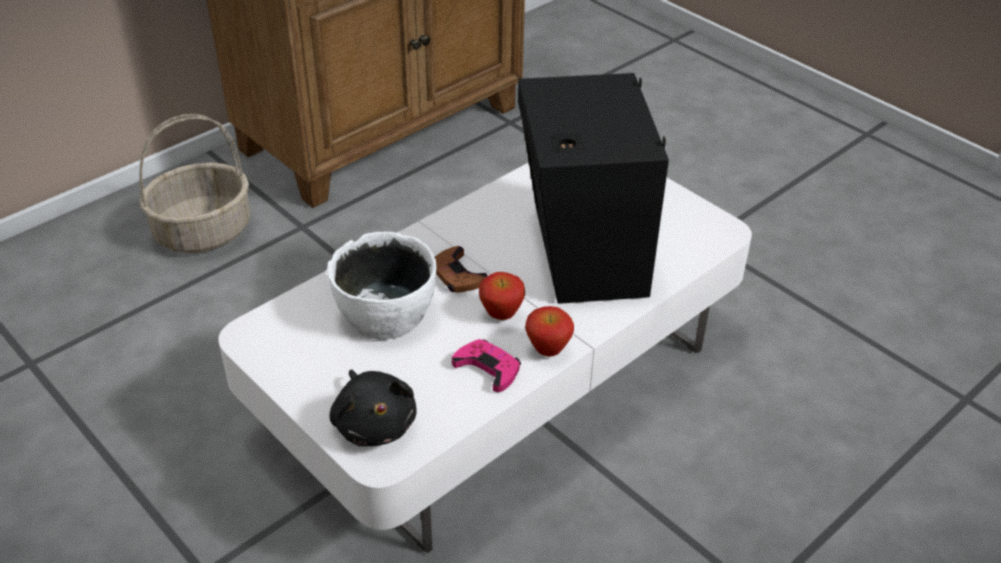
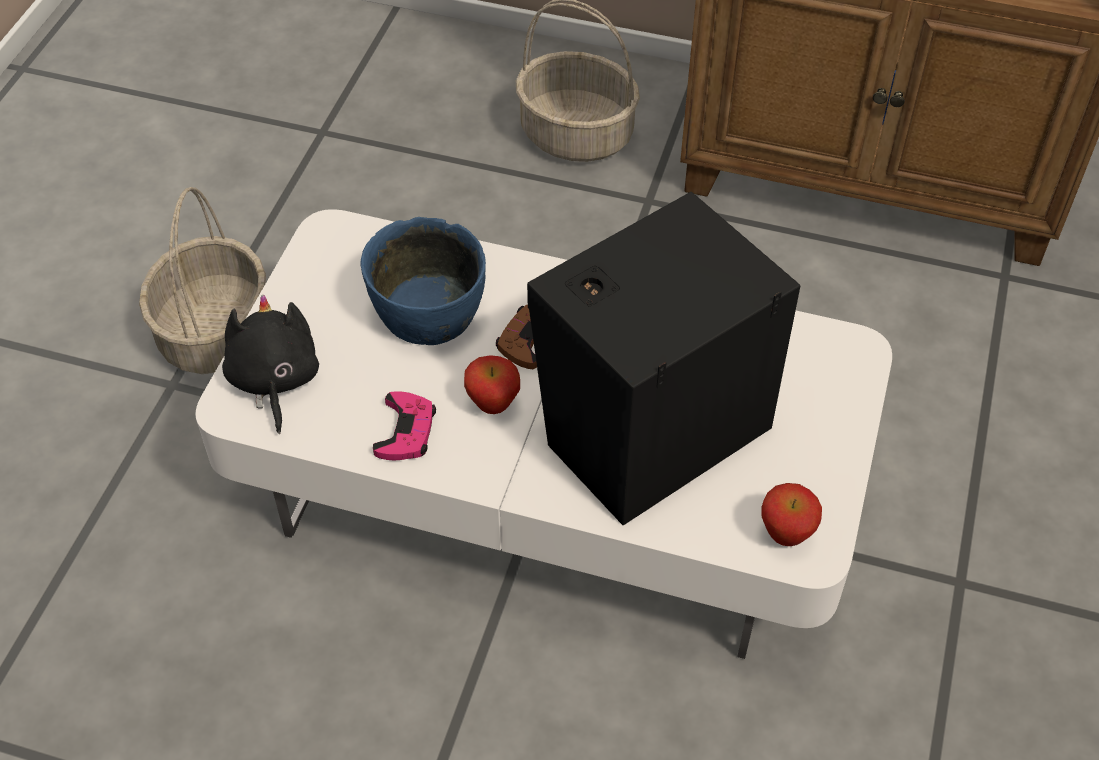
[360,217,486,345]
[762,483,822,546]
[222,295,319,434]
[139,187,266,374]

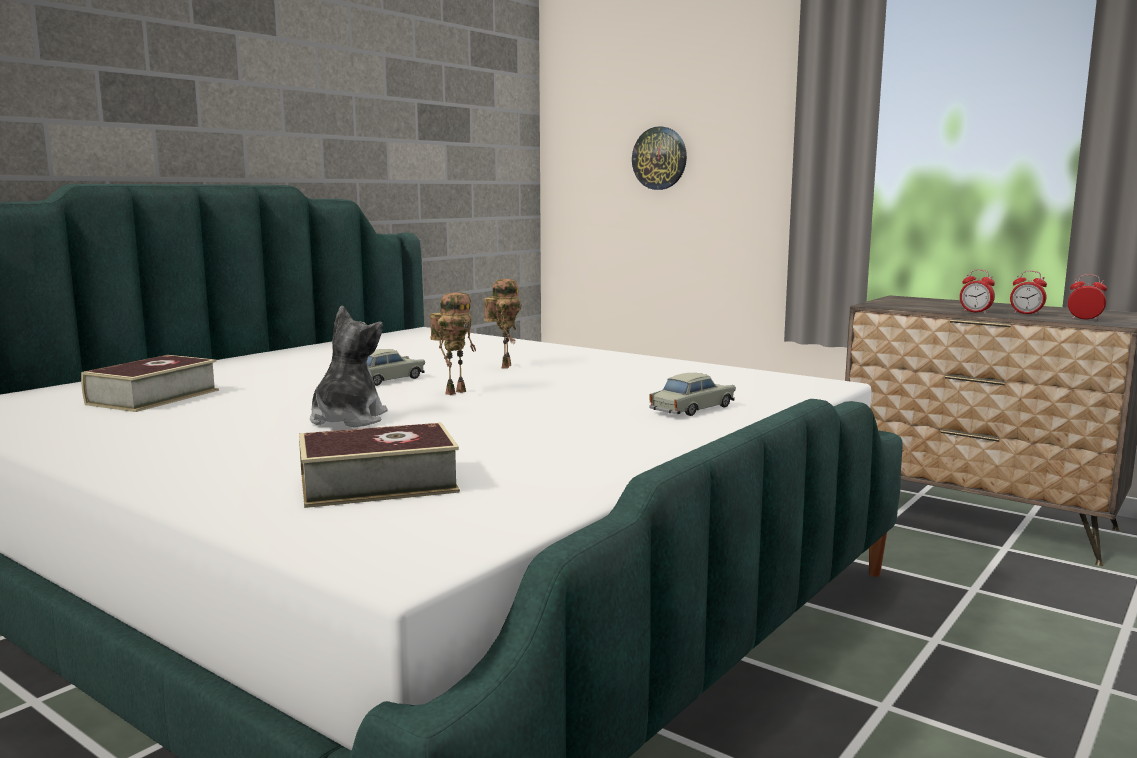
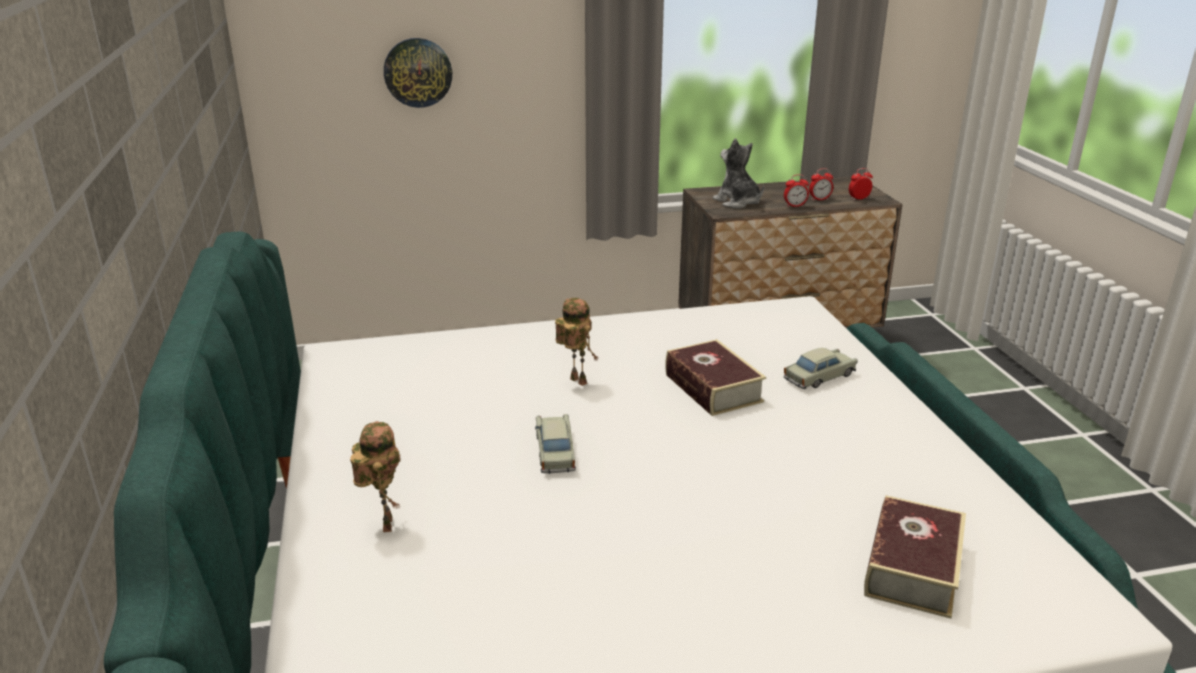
[350,421,400,532]
[713,138,764,208]
[665,339,766,416]
[784,348,858,389]

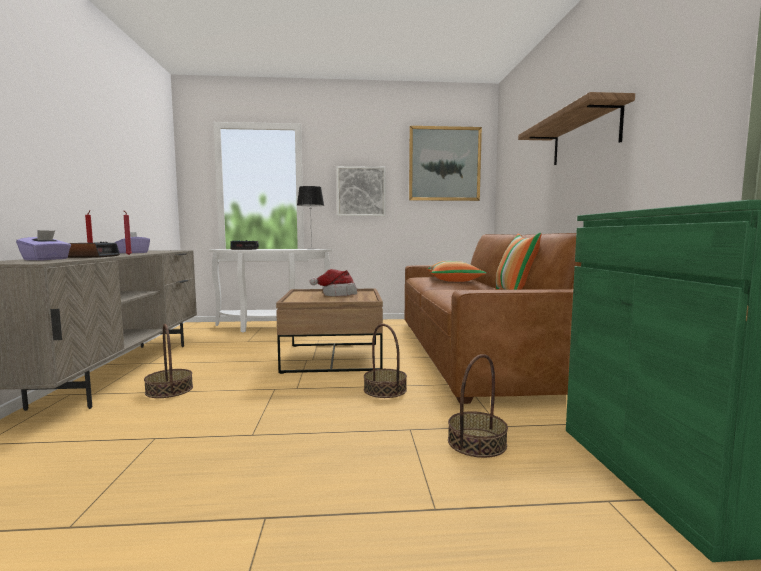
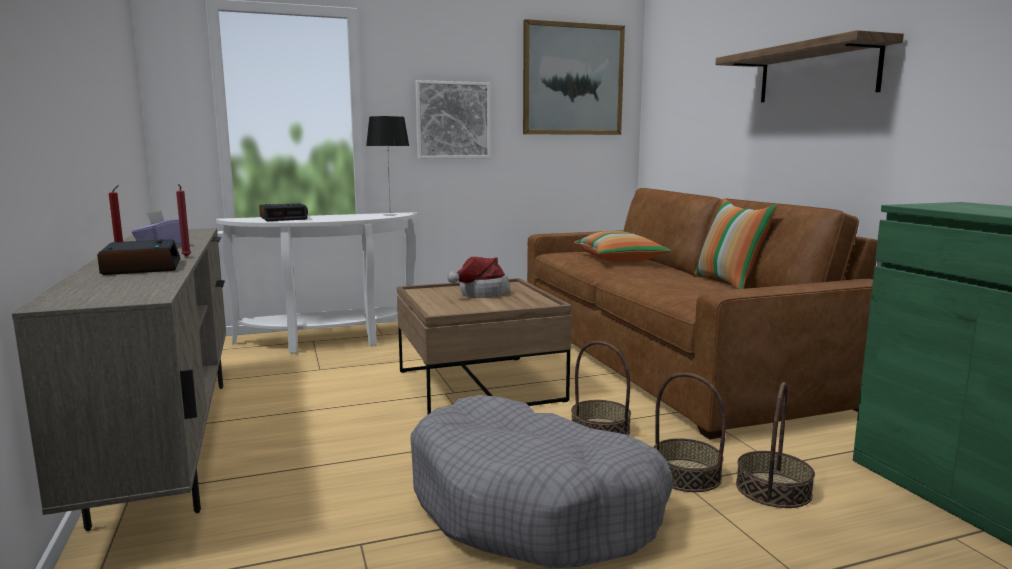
[16,230,71,260] (first image)
[653,373,726,492]
[411,395,673,569]

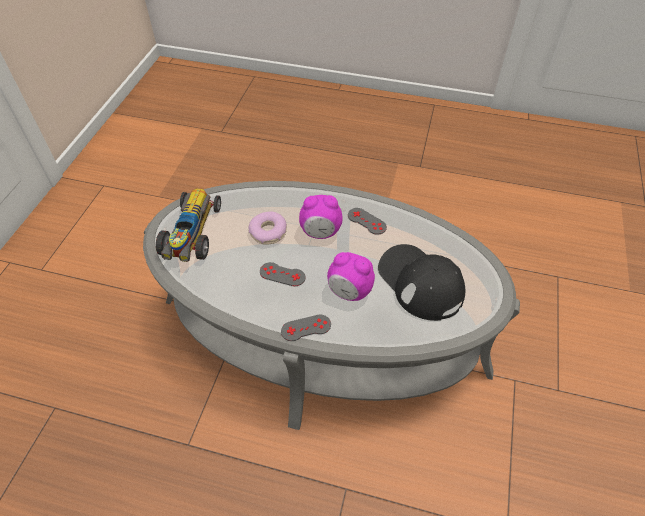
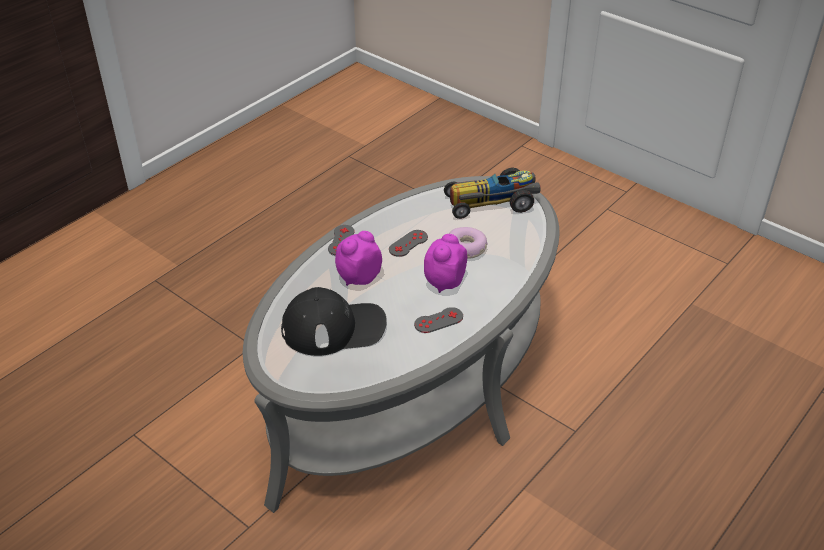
[444,168,541,219]

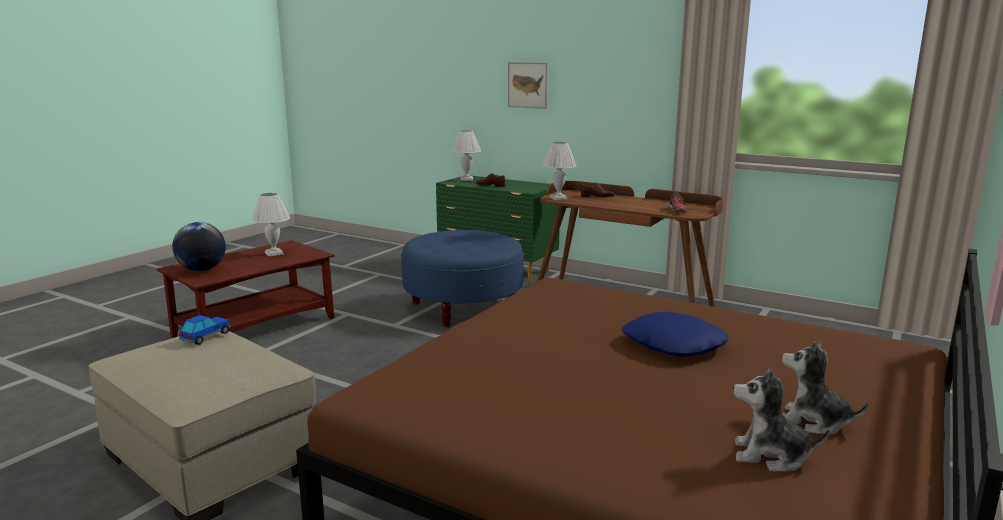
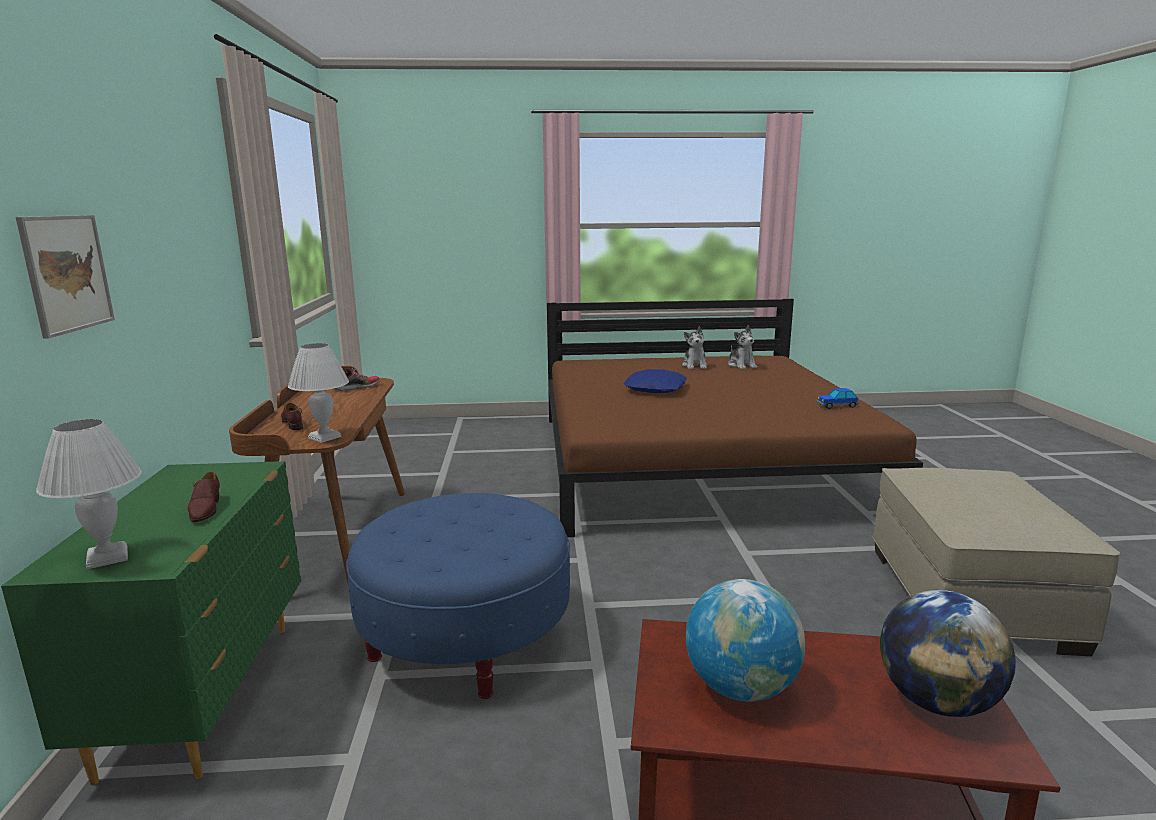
[686,579,805,702]
[817,388,858,409]

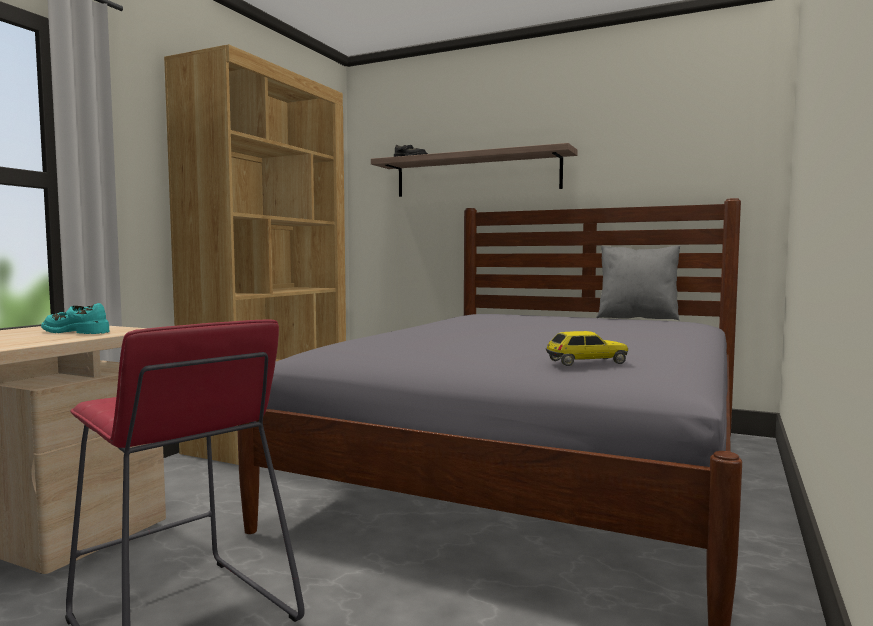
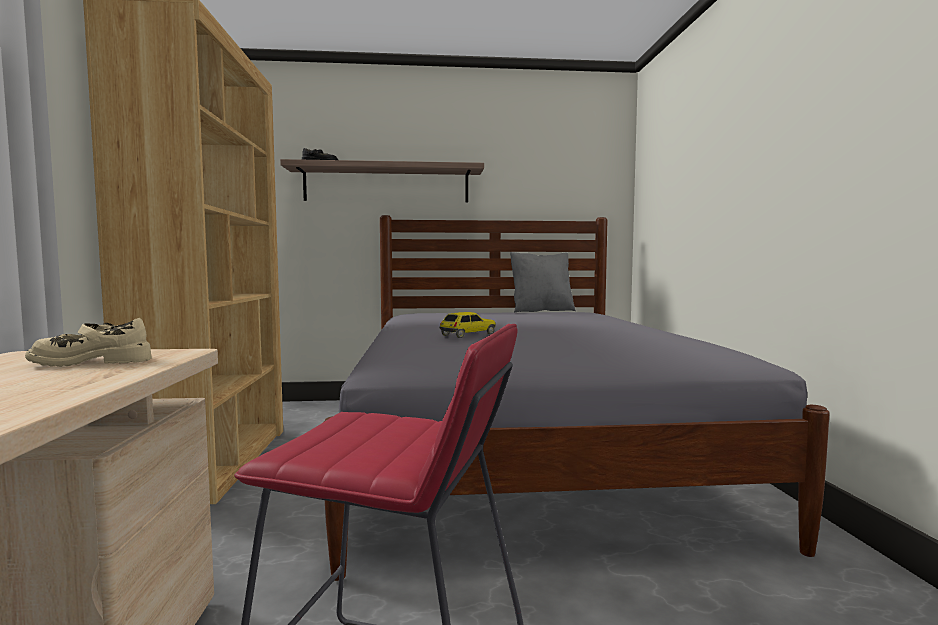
[25,318,152,367]
[439,312,496,338]

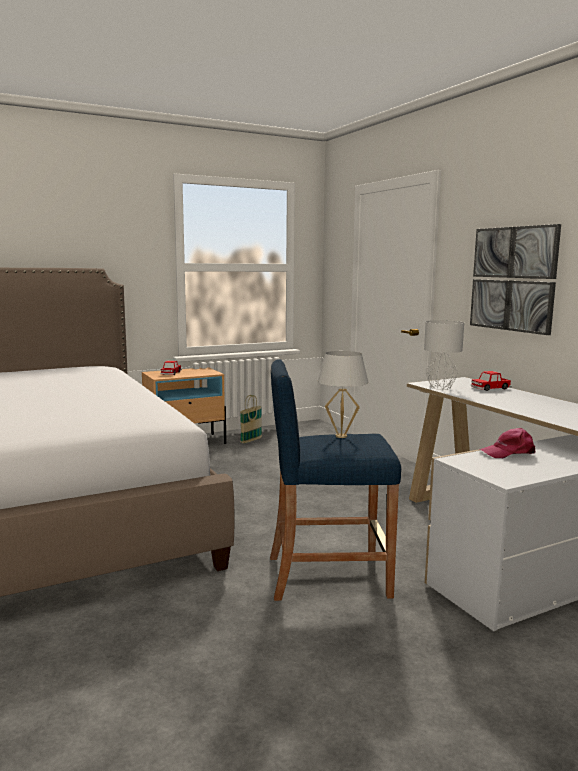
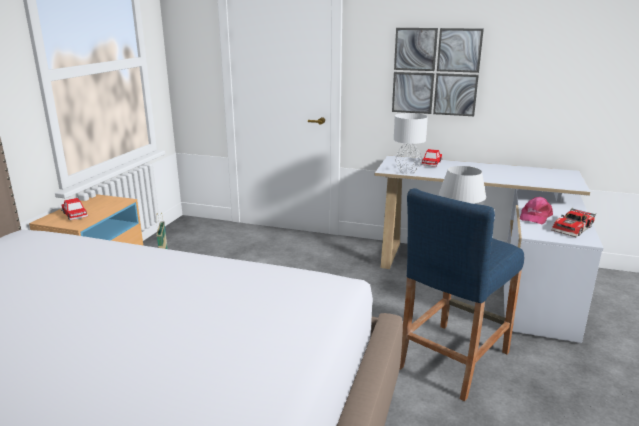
[551,208,596,237]

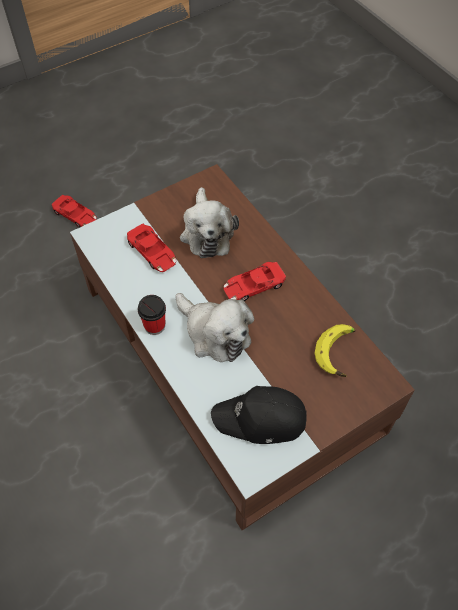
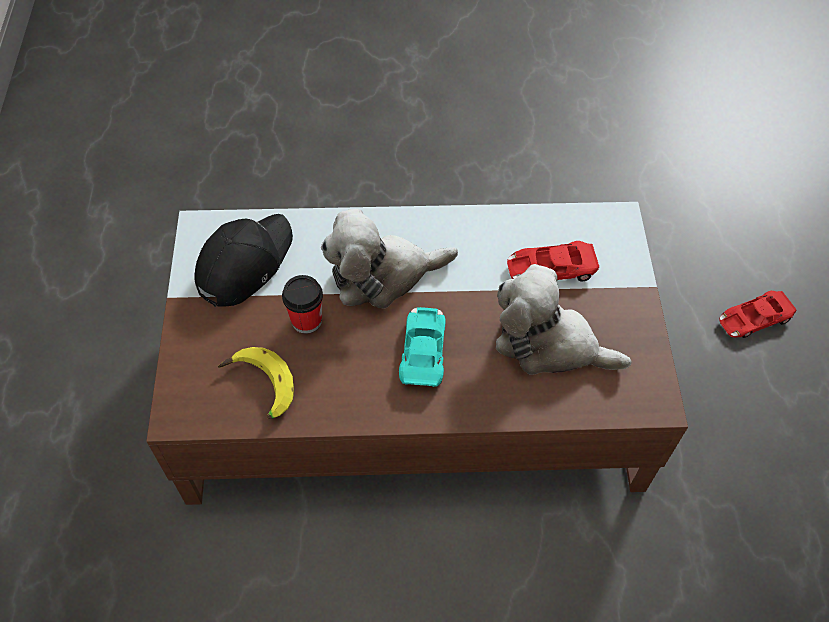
[399,307,446,387]
[282,275,323,334]

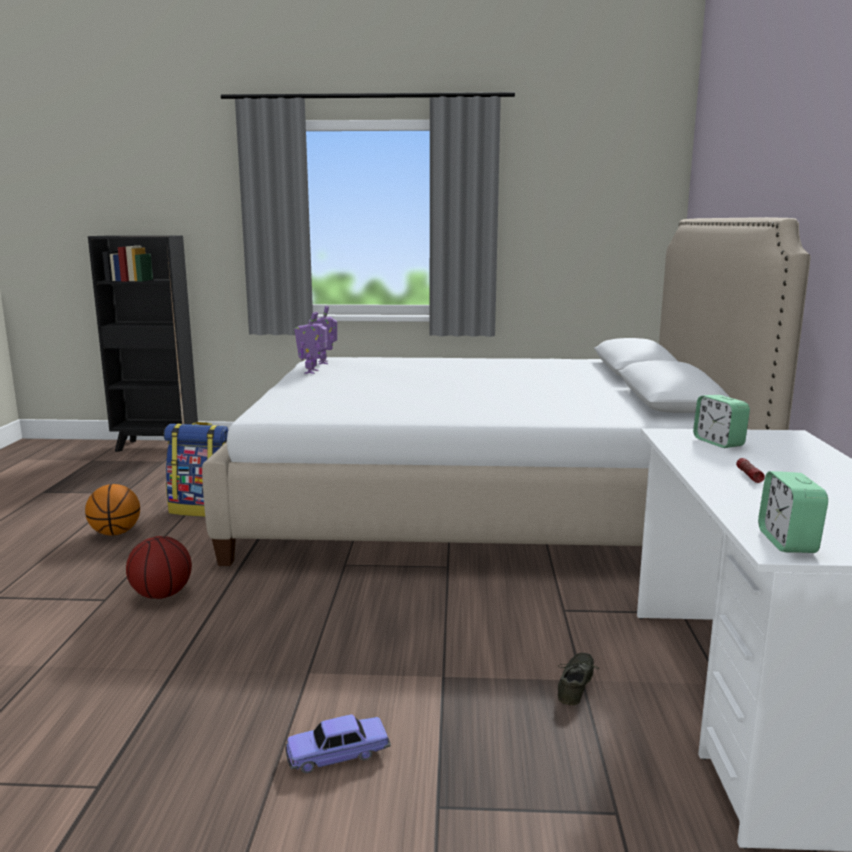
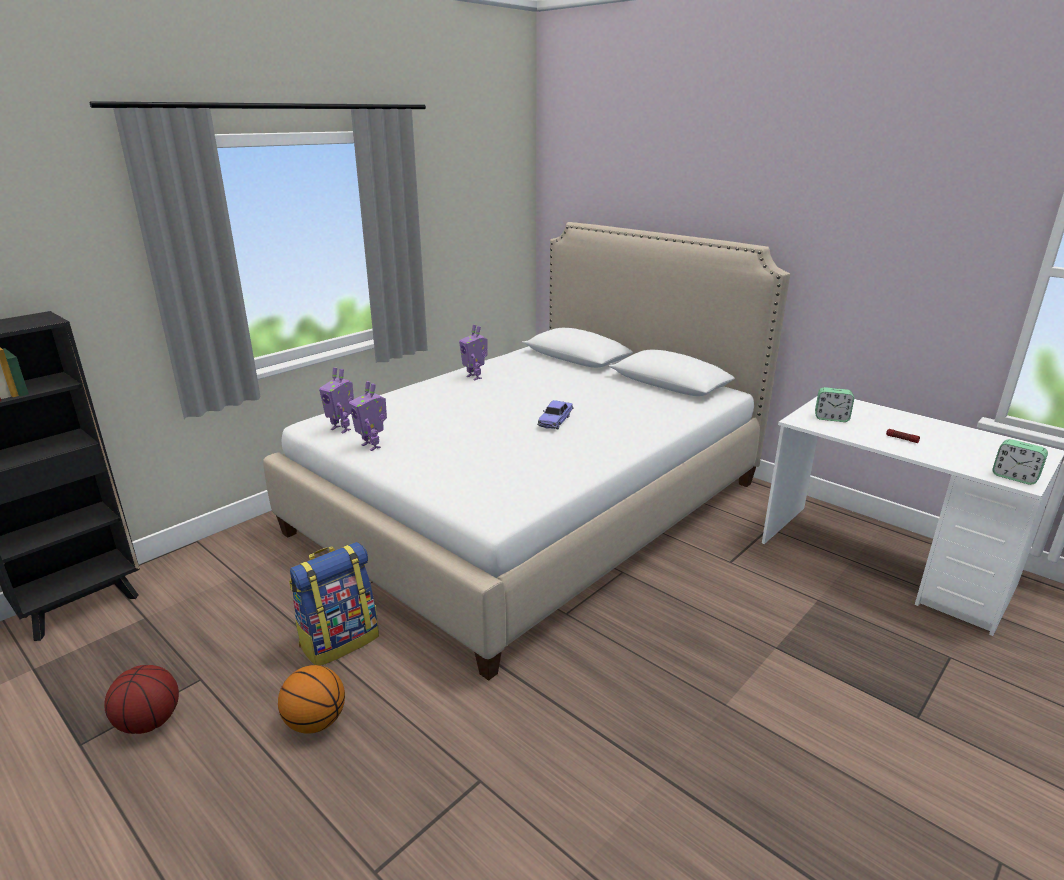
[104,665,179,734]
[558,653,599,705] (first image)
[537,400,574,429]
[459,325,487,381]

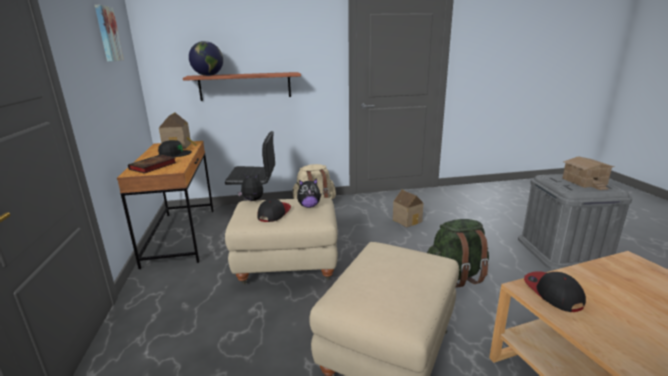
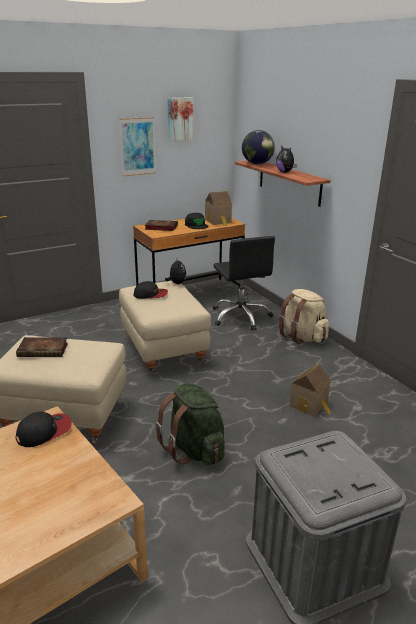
[562,156,614,190] (first image)
[276,146,297,173]
[119,117,156,176]
[16,337,68,357]

